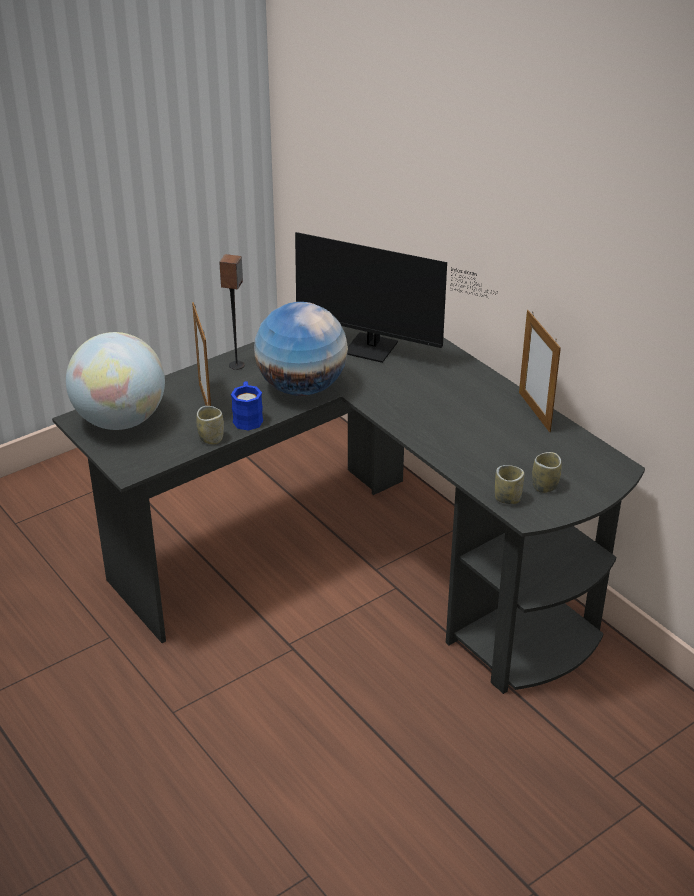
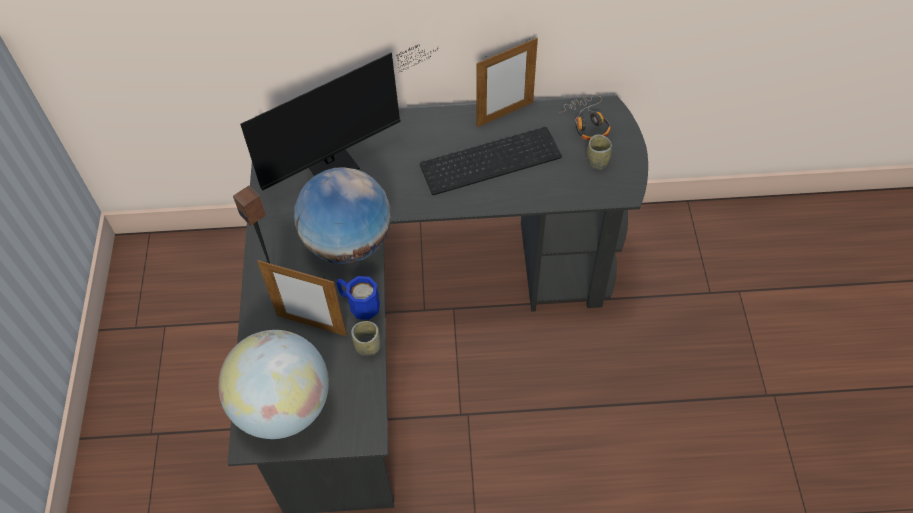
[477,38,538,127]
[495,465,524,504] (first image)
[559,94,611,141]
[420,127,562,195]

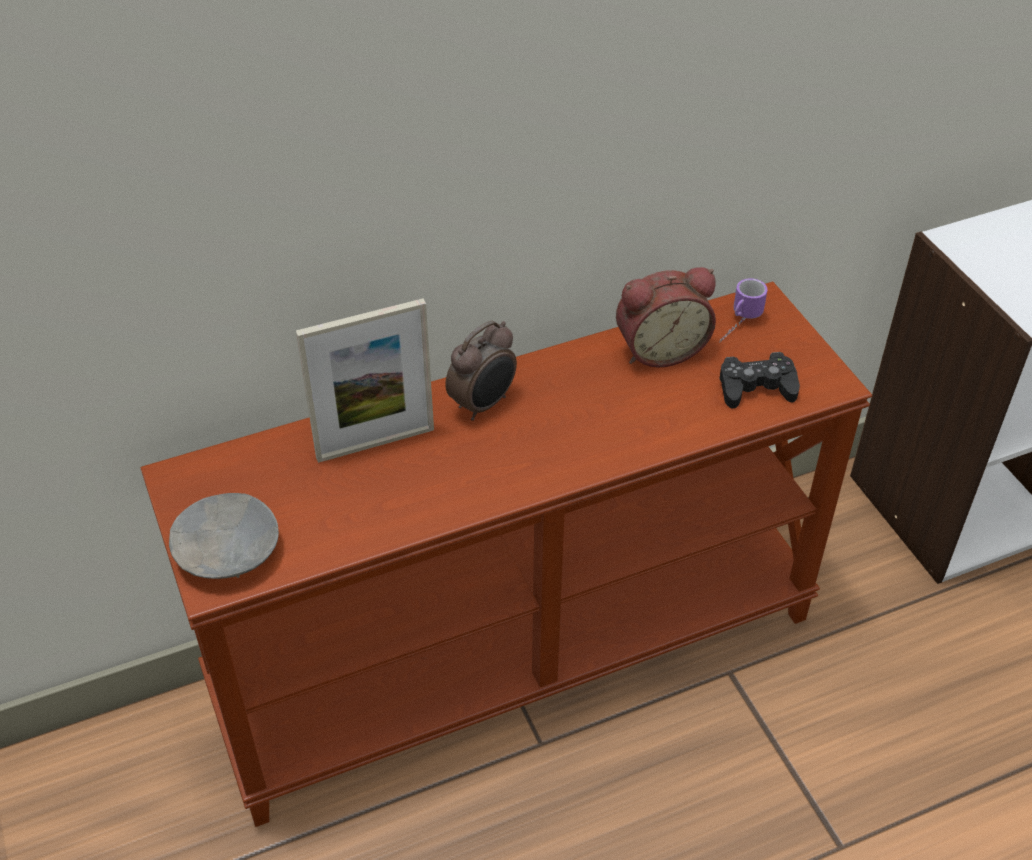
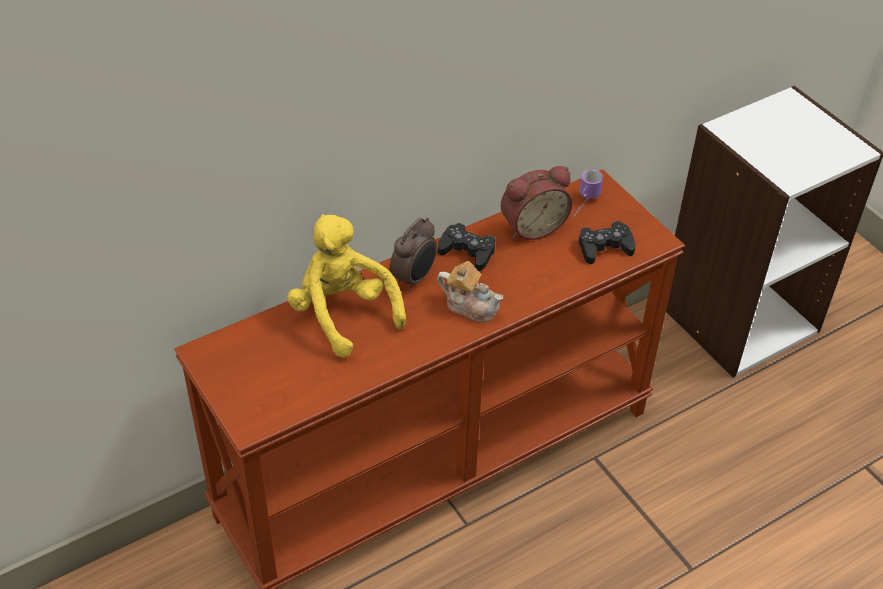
[287,214,406,358]
[169,493,279,579] (first image)
[438,223,495,271]
[437,261,503,322]

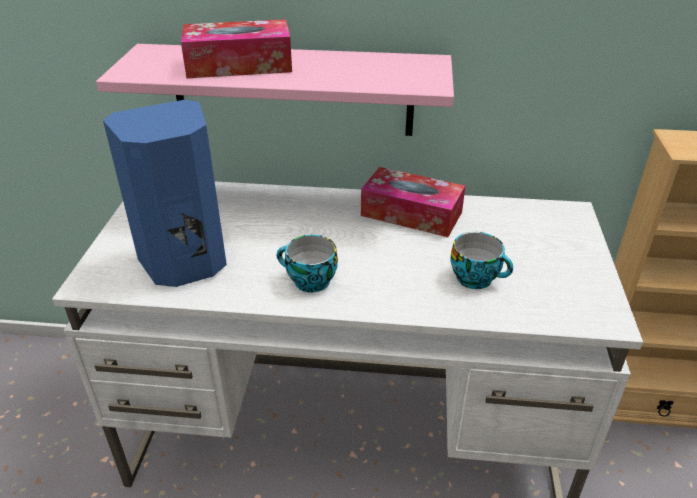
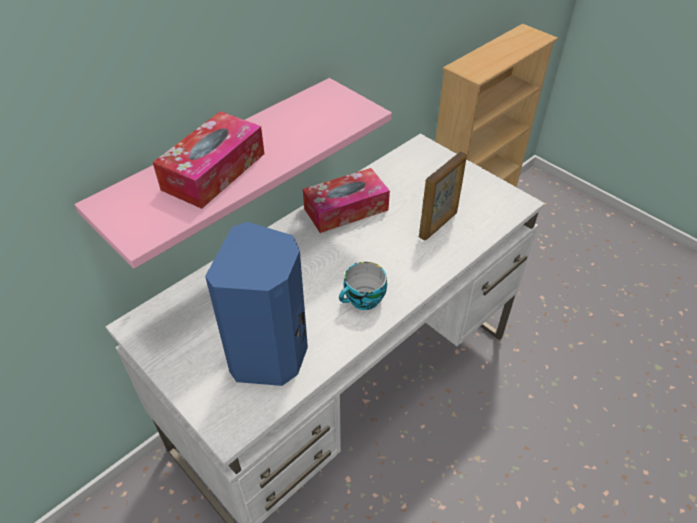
[419,152,467,240]

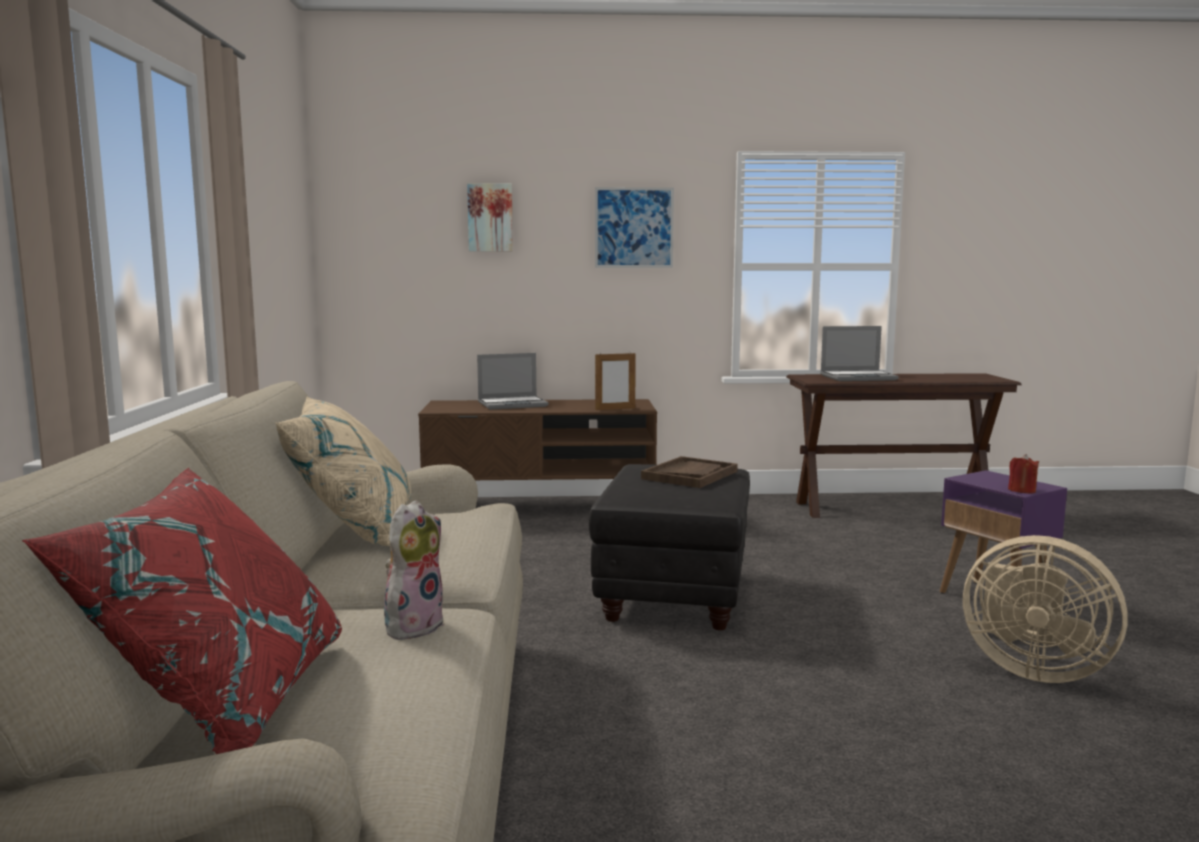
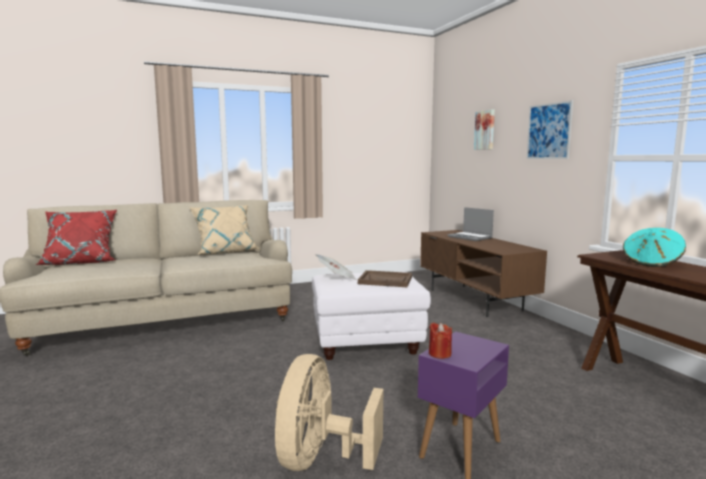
[623,228,686,267]
[595,351,636,410] (first image)
[312,272,431,360]
[384,500,445,640] (first image)
[315,254,357,280]

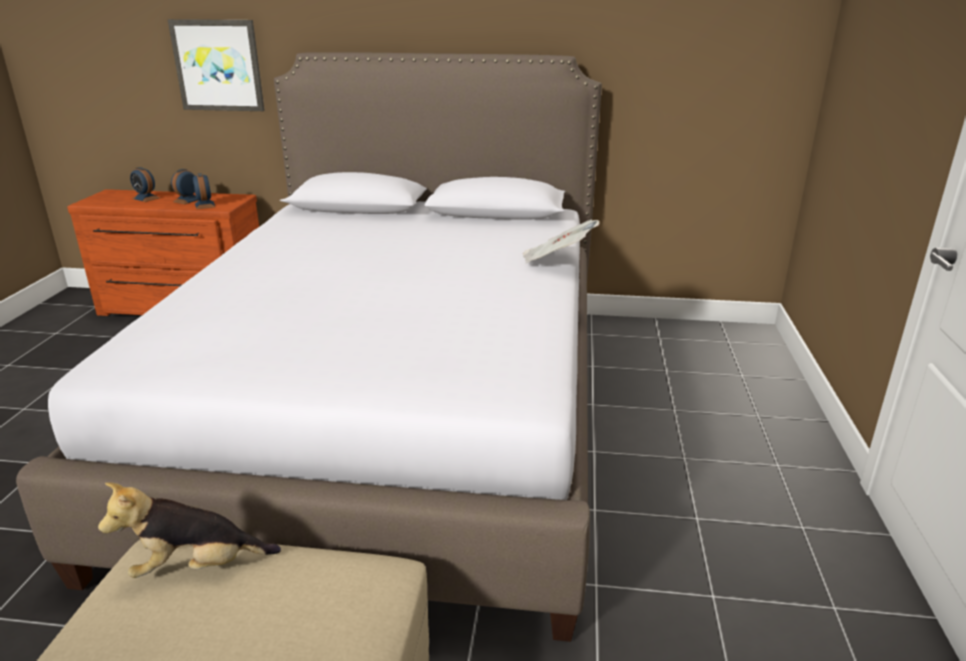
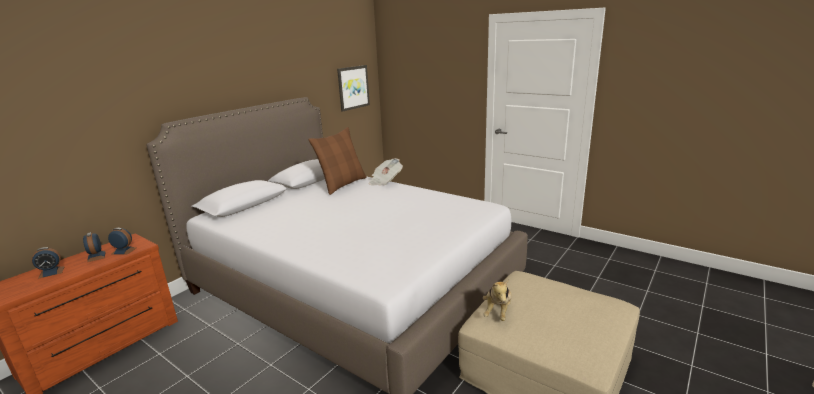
[337,65,370,112]
[308,127,366,195]

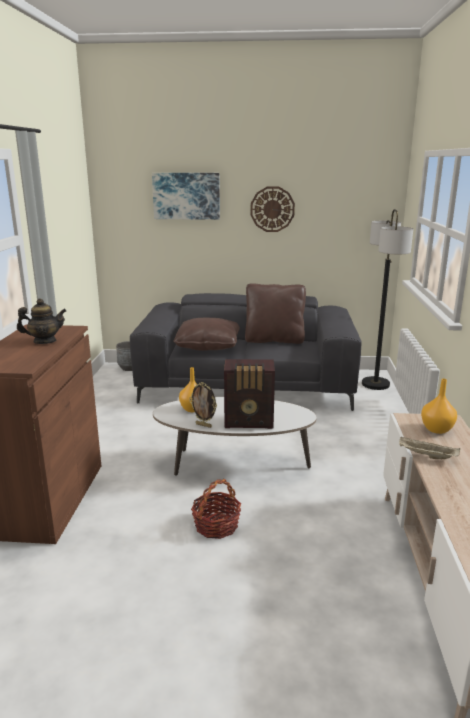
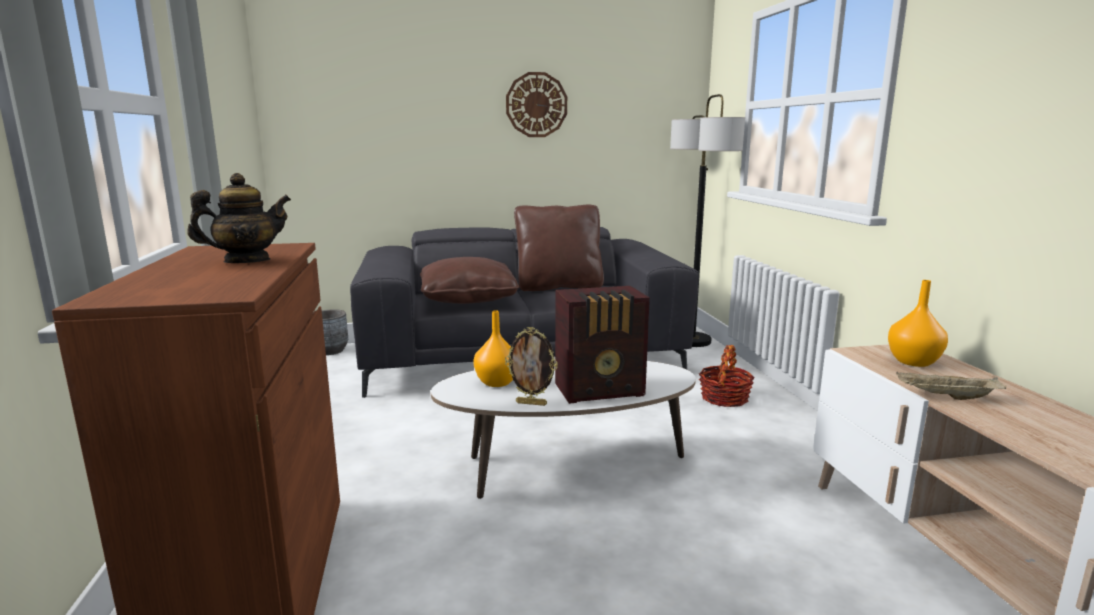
[152,173,220,220] (first image)
[699,345,755,407]

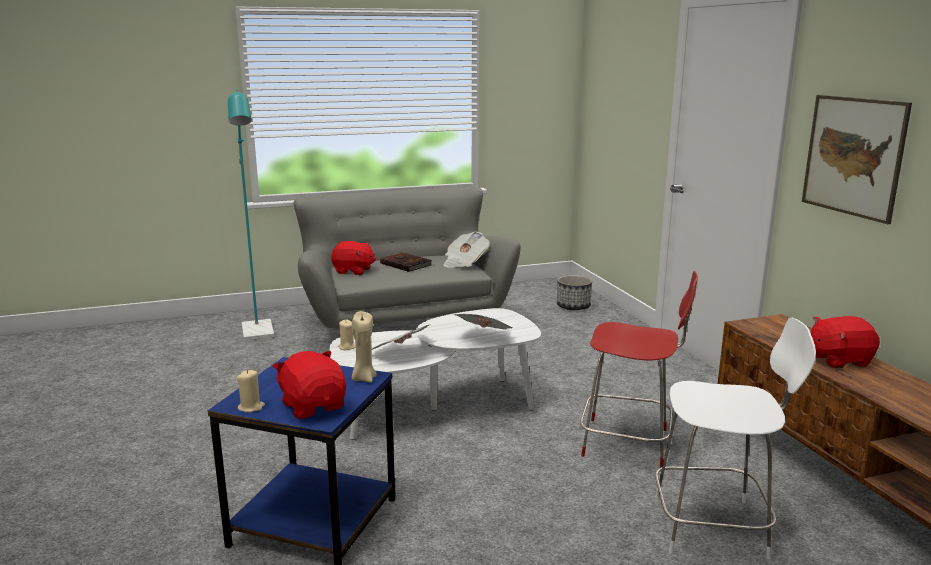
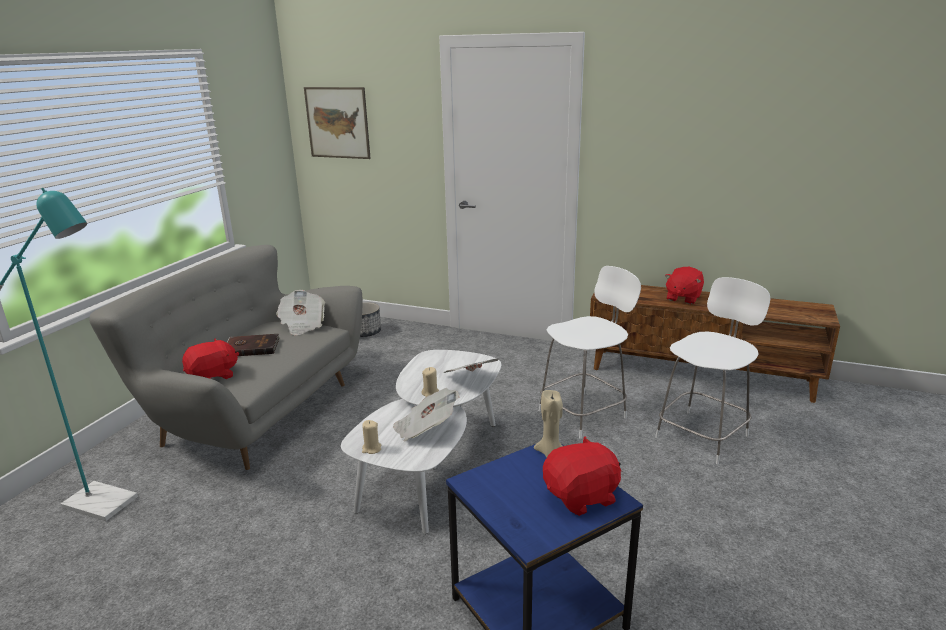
[304,87,371,159]
[539,266,641,438]
[543,436,621,516]
[421,367,439,397]

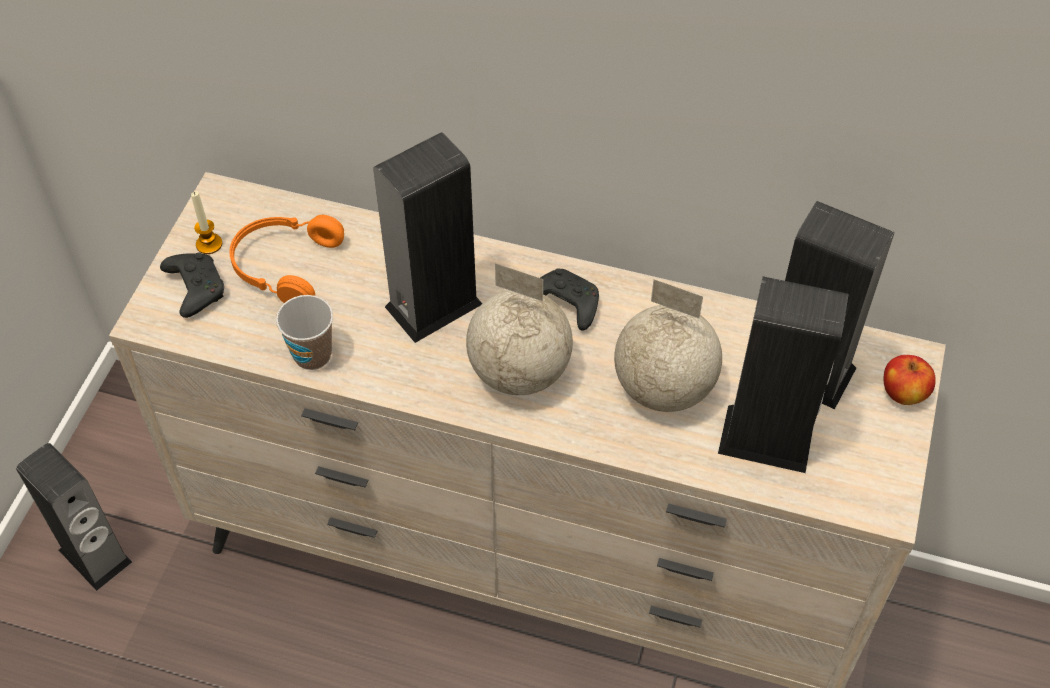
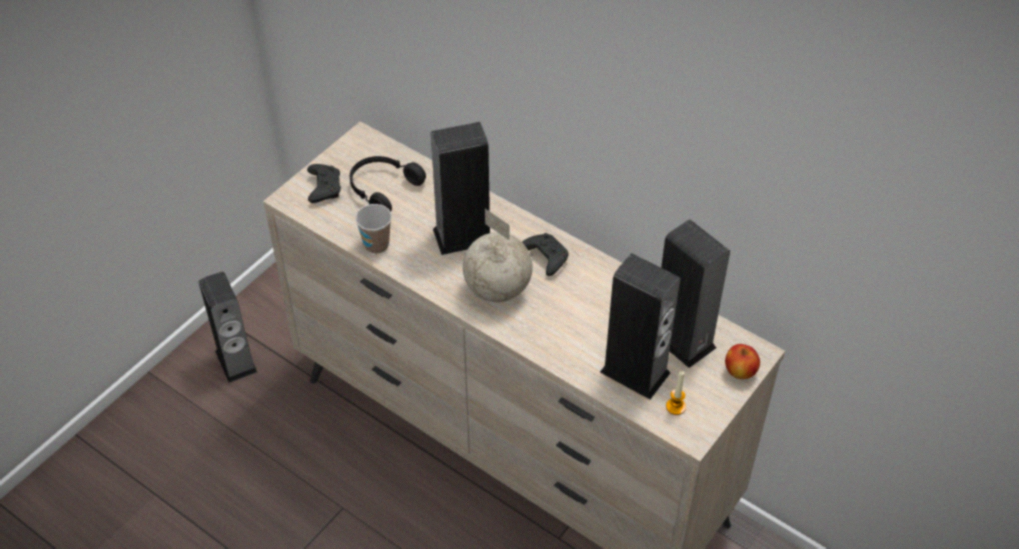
[666,371,686,415]
[350,156,426,212]
[614,279,722,412] (first image)

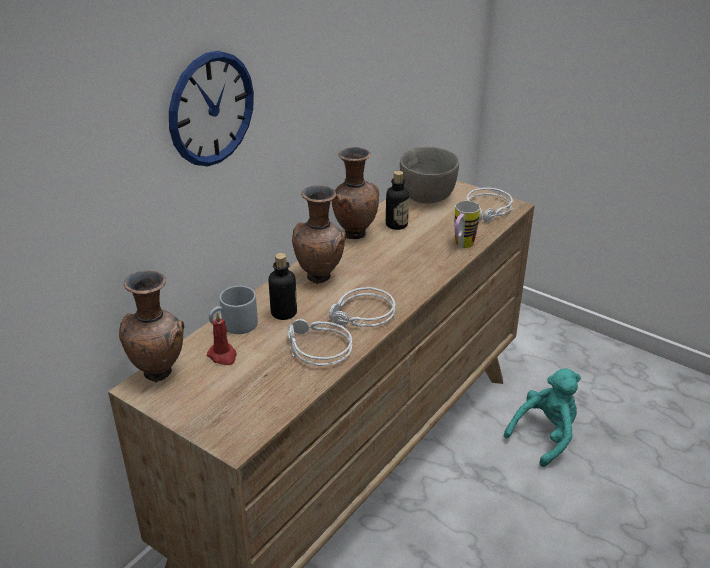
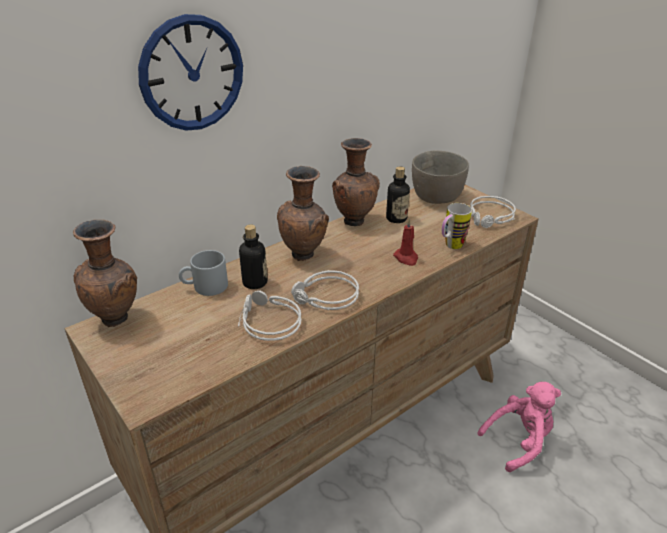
[393,218,418,266]
[477,382,561,472]

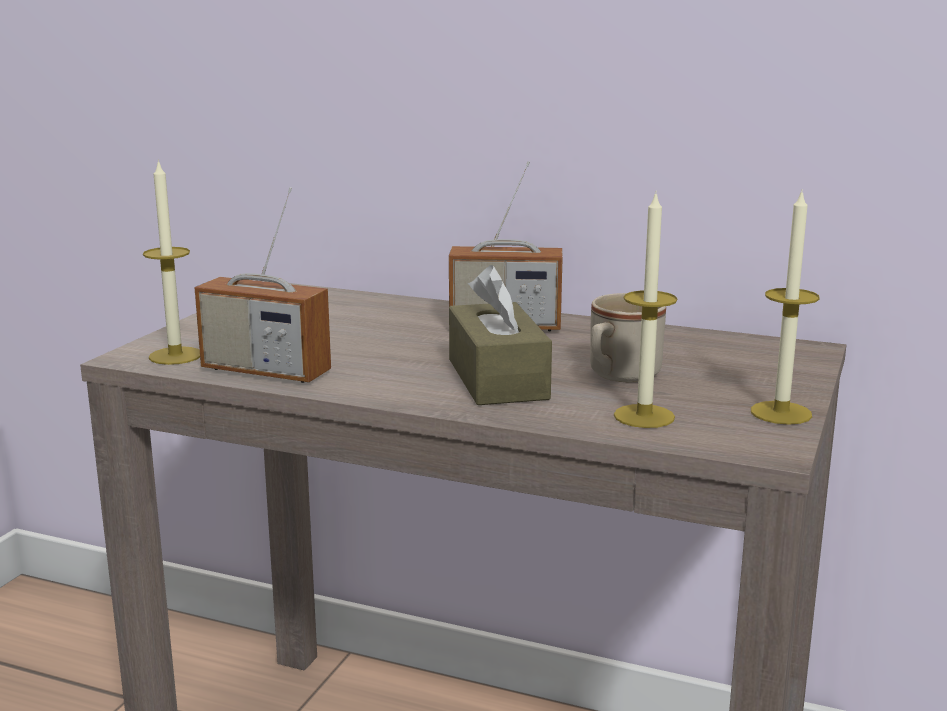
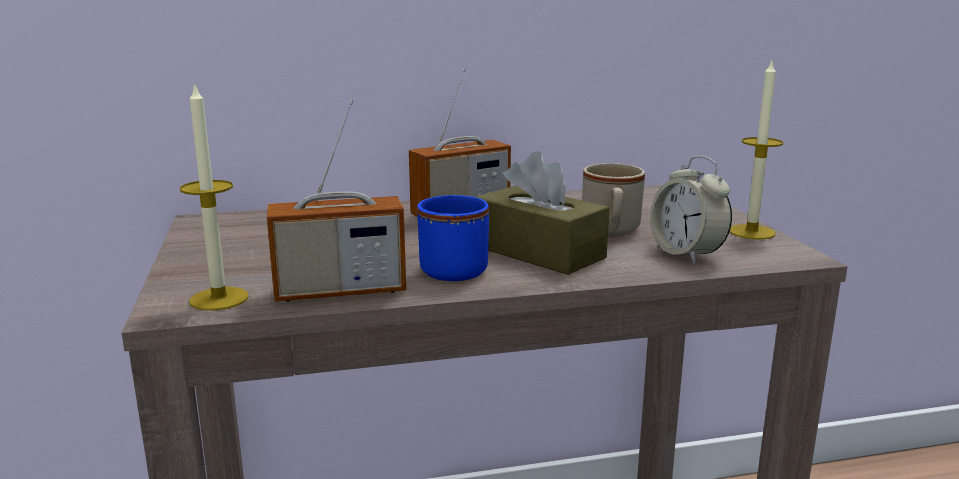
[650,156,732,264]
[417,195,489,281]

